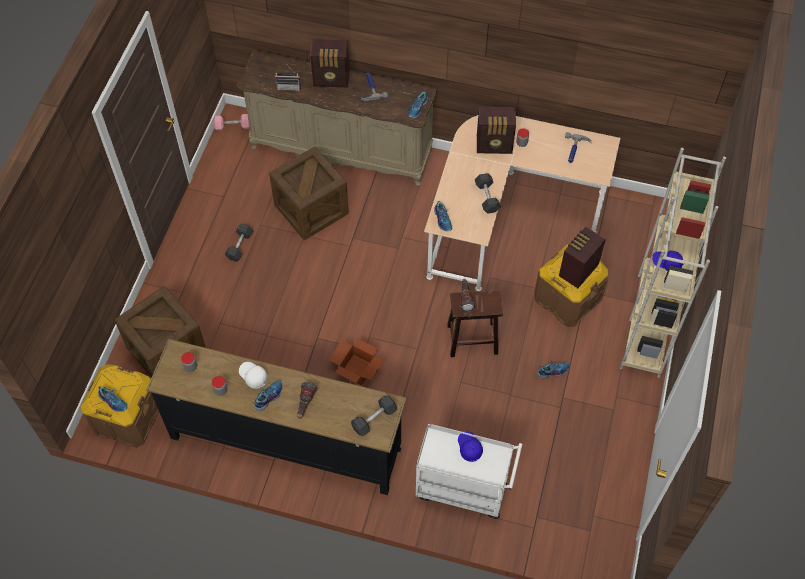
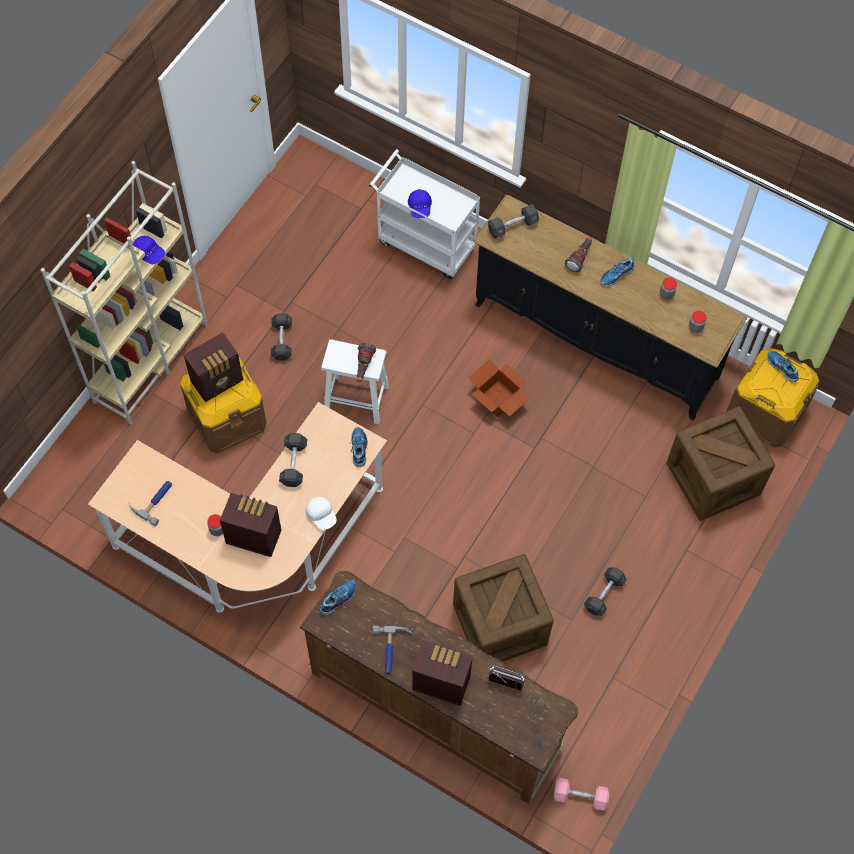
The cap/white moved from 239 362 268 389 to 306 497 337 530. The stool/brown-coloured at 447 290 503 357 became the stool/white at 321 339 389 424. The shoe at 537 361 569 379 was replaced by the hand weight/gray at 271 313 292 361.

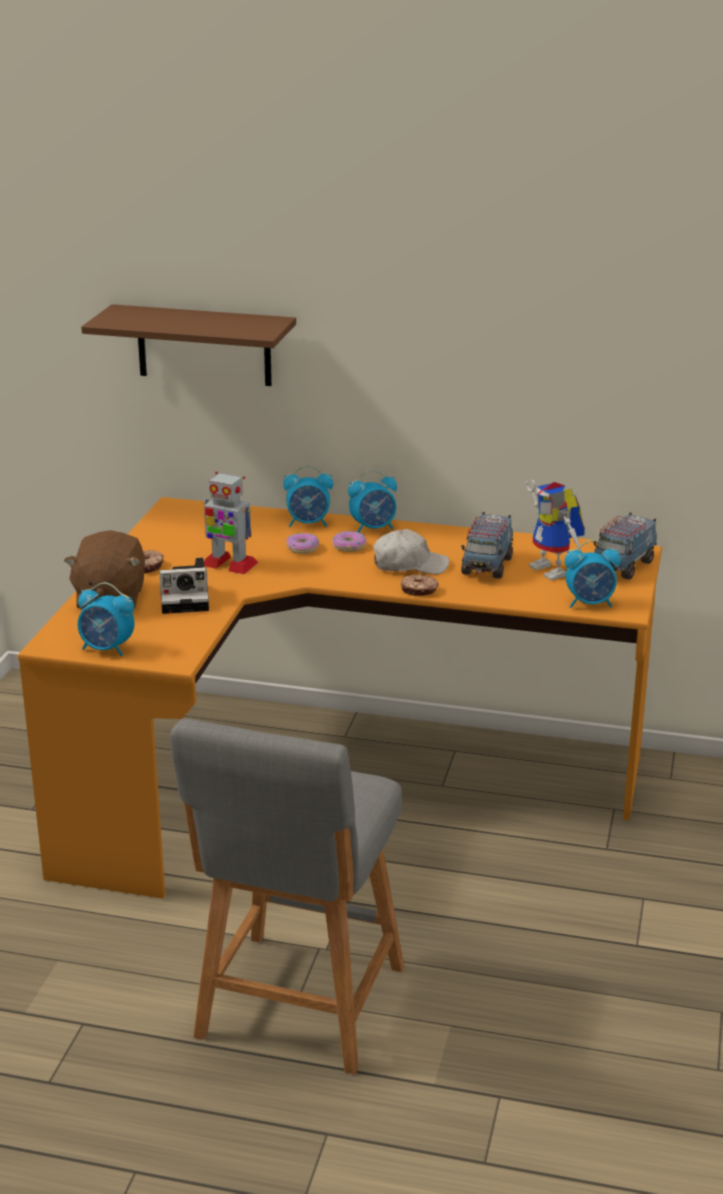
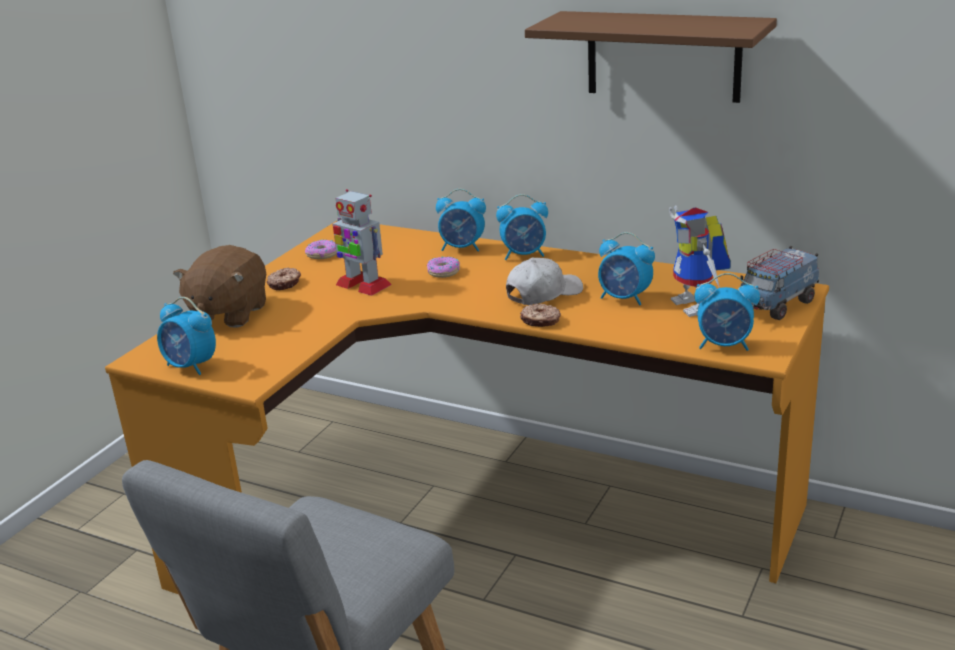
The bracket shelf/brown-coloured moved from 81 304 296 386 to 525 11 777 103. The photo camera at 159 557 209 614 disappeared. The doughnut moved from 332 531 367 552 to 305 240 336 259. The cap/white at 373 529 449 574 turned 45 degrees counterclockwise. The toy lorry at 461 512 513 579 was replaced by the alarm clock at 598 232 655 305.

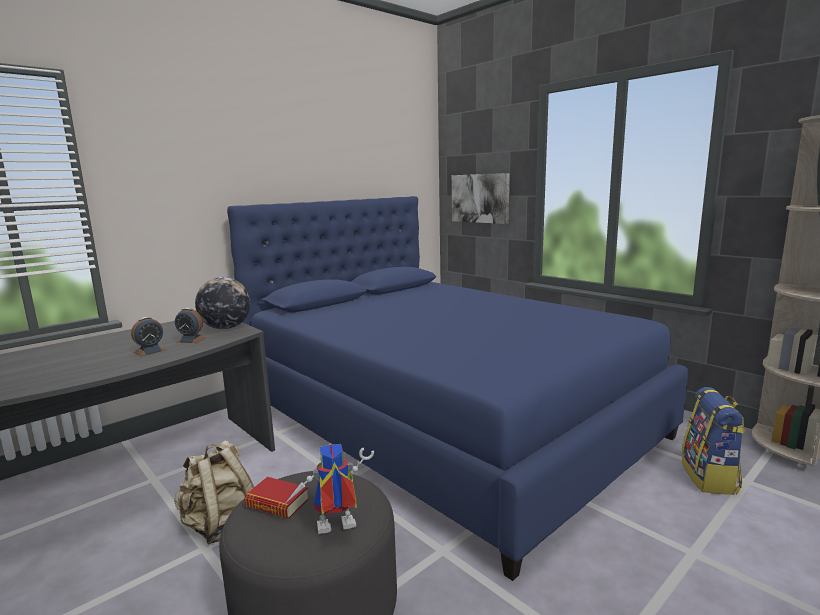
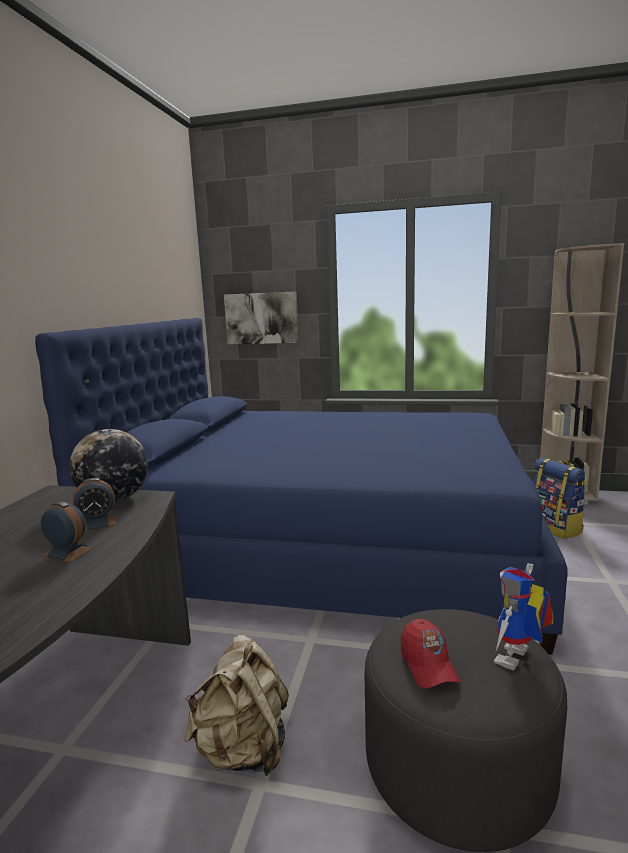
The alarm clock at 131 317 166 356 turned 75 degrees counterclockwise. The book at 244 477 309 519 was replaced by the cap/reddish at 401 619 460 688.

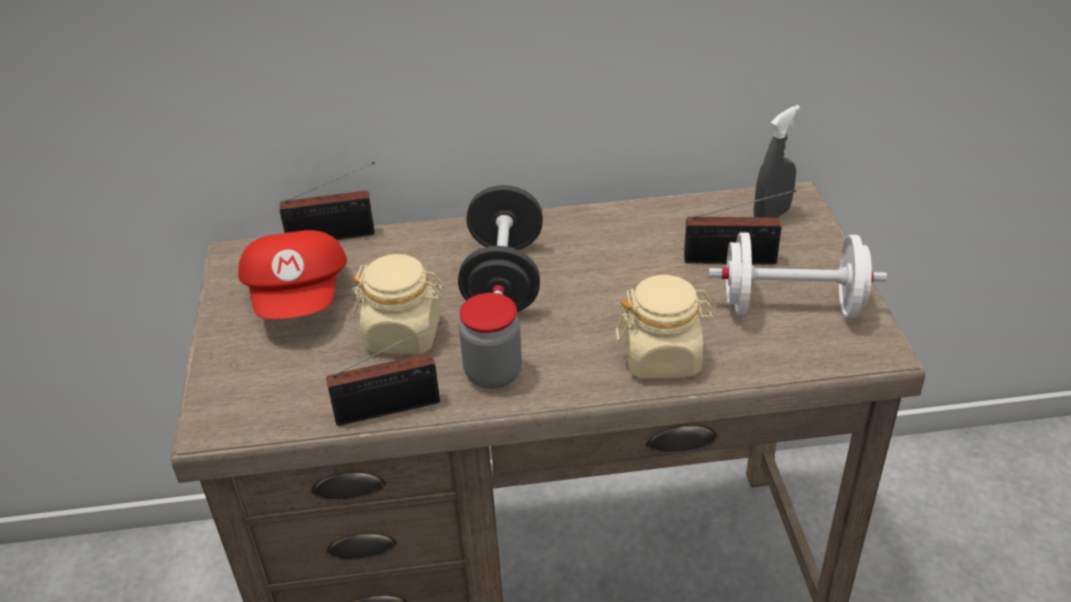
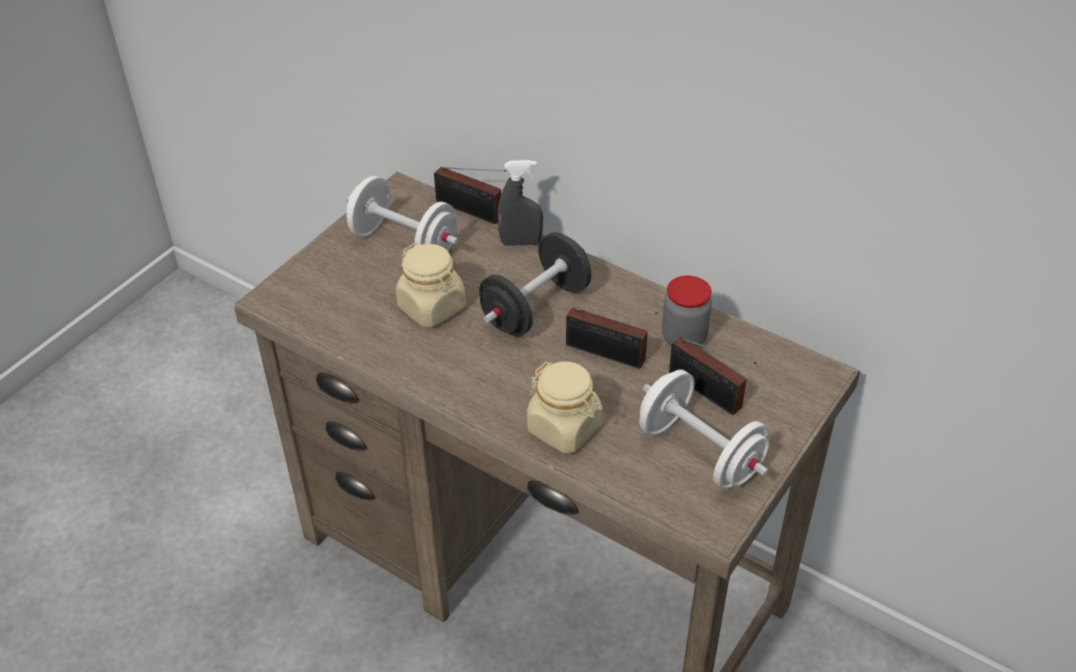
The cap/reddish at 238 230 347 319 was replaced by the hand weight/white at 346 176 459 251. The radio receiver moved from 326 321 442 426 to 566 308 658 369. The storage jar moved from 459 293 522 389 to 662 276 712 347. The spray bottle/gray moved from 754 105 800 218 to 497 160 543 246.

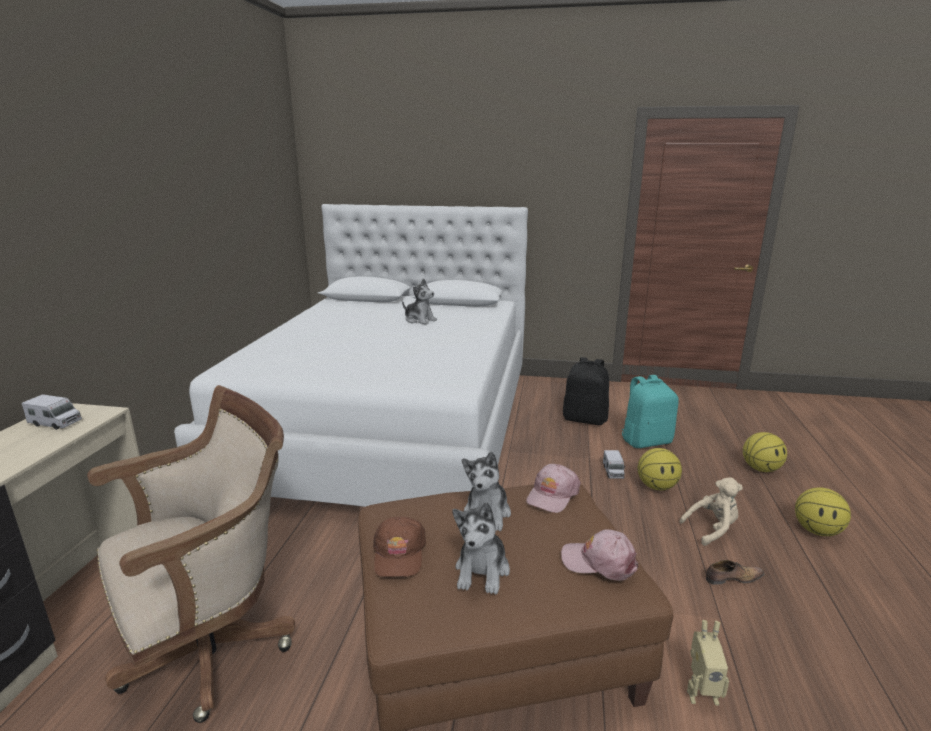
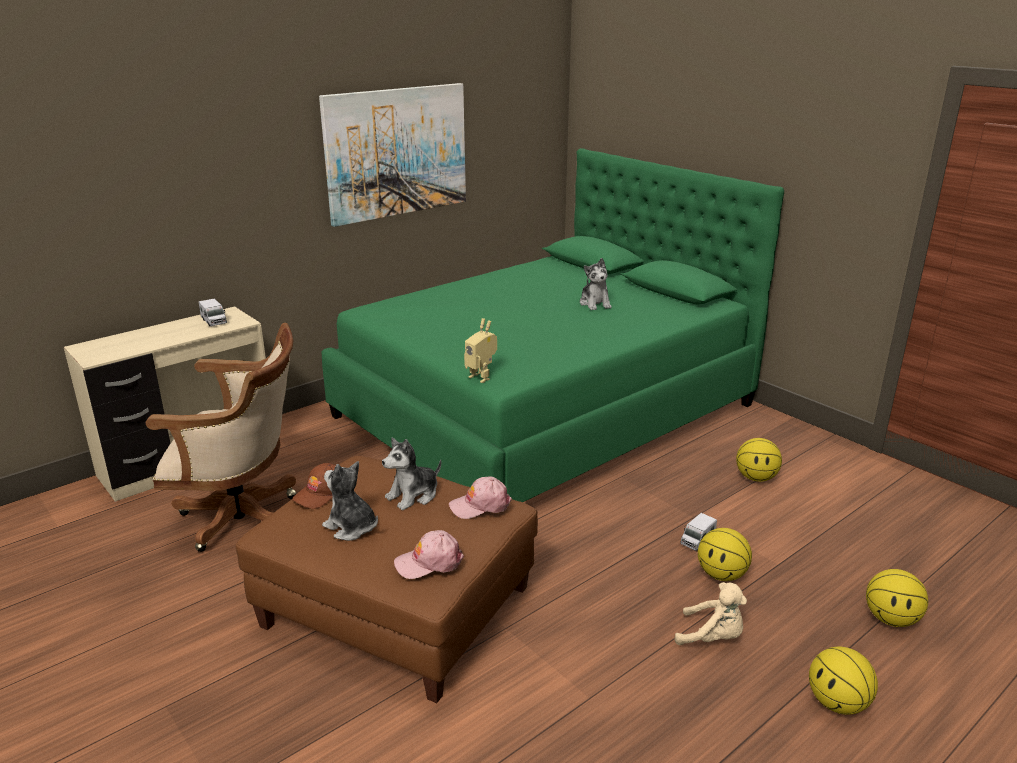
The sleeping bed/white at 174 204 528 507 became the sleeping bed/green-coloured at 322 148 784 502. The plush toy at 452 502 510 594 turned 75 degrees clockwise. The cap/pinkish at 561 529 638 581 turned 75 degrees counterclockwise. The rucksack/blackish at 563 357 609 425 was replaced by the basketball at 736 438 782 482. The rucksack/turquoise at 622 375 679 448 disappeared. The robot figure moved from 687 620 729 705 to 464 318 497 383. The shoe at 706 560 764 585 disappeared. The wall art at 319 83 466 227 appeared.

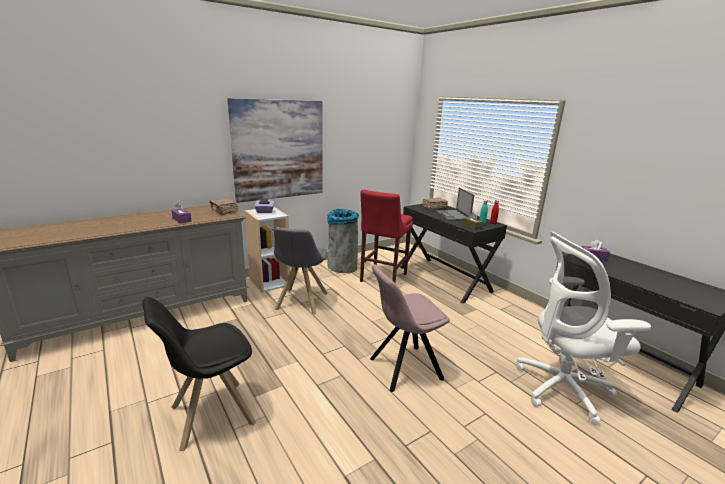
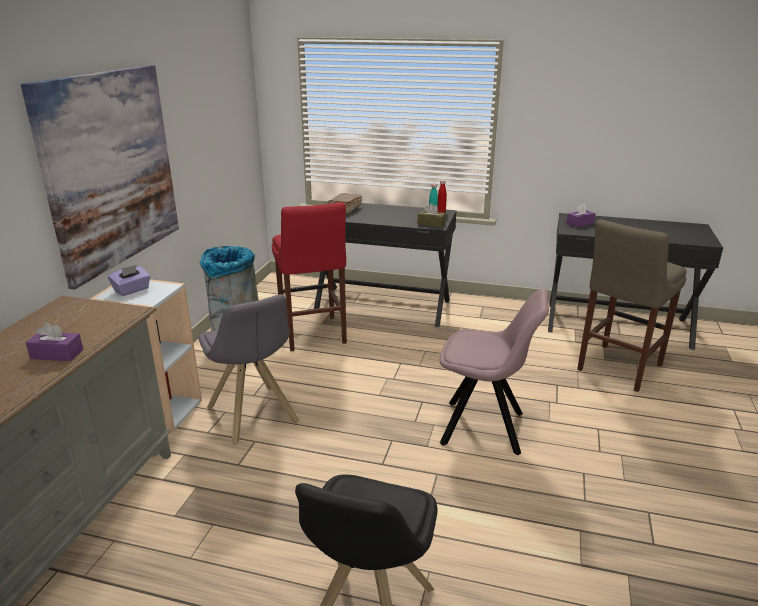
The book/brown-coloured at 209 198 239 215 disappeared. The upright chair/pinkish at 370 264 450 392 turned 105 degrees counterclockwise. The notebook computer at 436 188 474 221 disappeared. The desk chair/white at 516 232 651 426 was replaced by the stool/sand-coloured at 577 220 687 392.

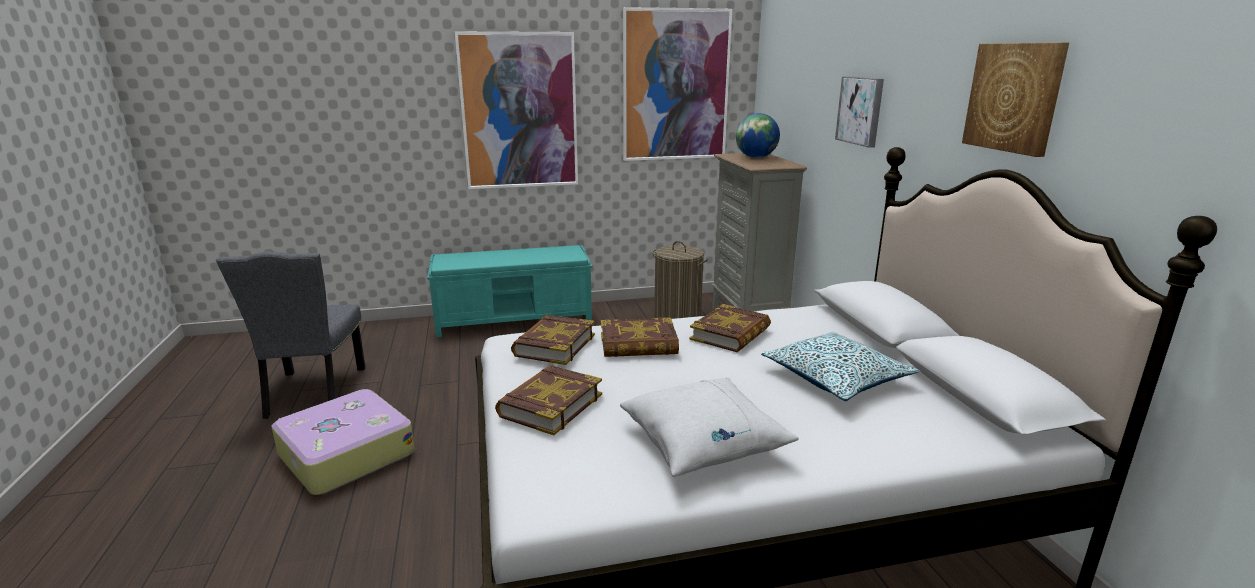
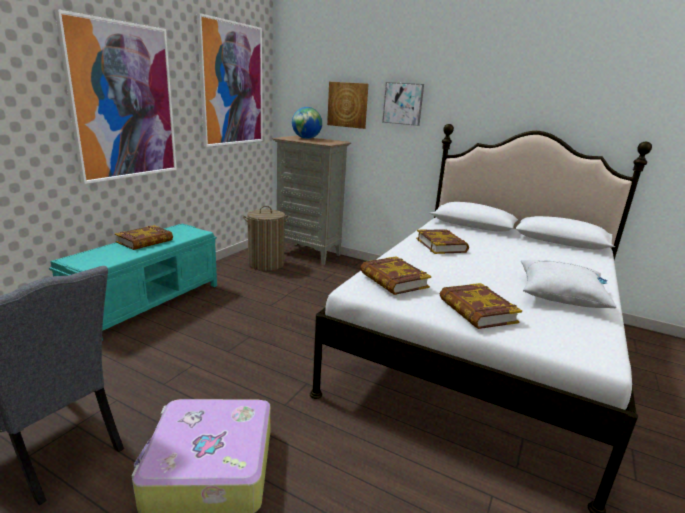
The book moved from 601 317 679 357 to 115 225 173 250. The pillow at 761 332 920 401 disappeared. The wall art moved from 962 42 1069 157 to 327 82 369 129.

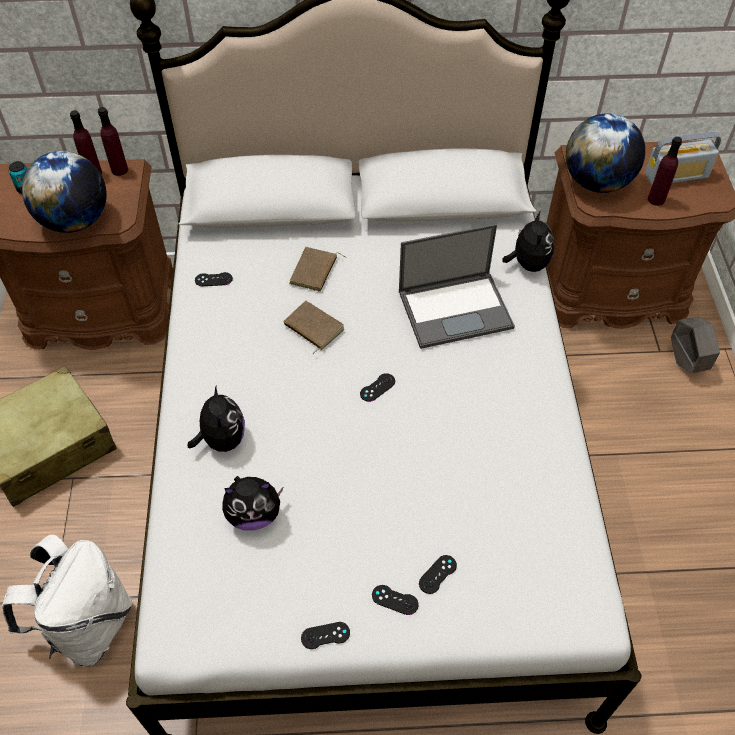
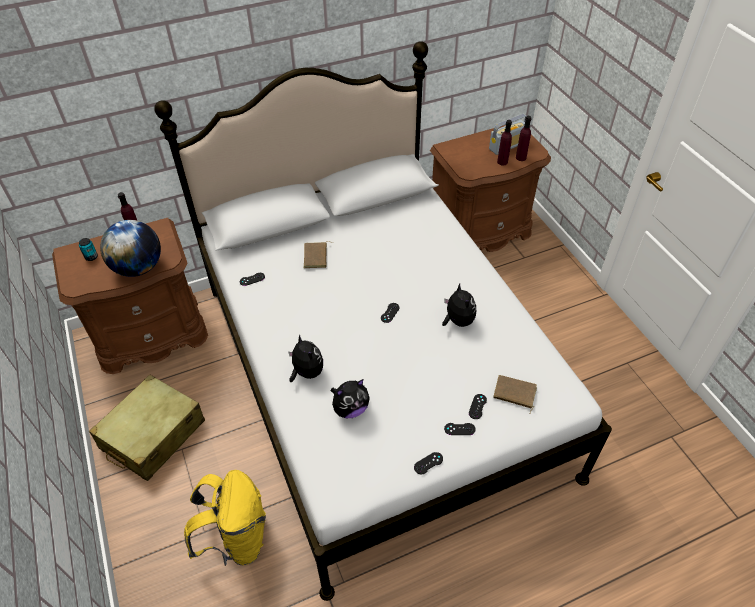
The rucksack/white at 2 534 132 667 became the rucksack/yellow-coloured at 184 470 266 566. The beverage bottle/purplish moved from 98 107 128 176 to 516 116 532 161. The book/brown-coloured moved from 284 301 345 354 to 493 375 537 413. The notebook computer at 399 224 515 349 disappeared. The plush toy moved from 502 210 555 272 to 442 284 476 327. The globe at 566 113 646 193 disappeared. The planter/gray at 671 316 720 373 disappeared.

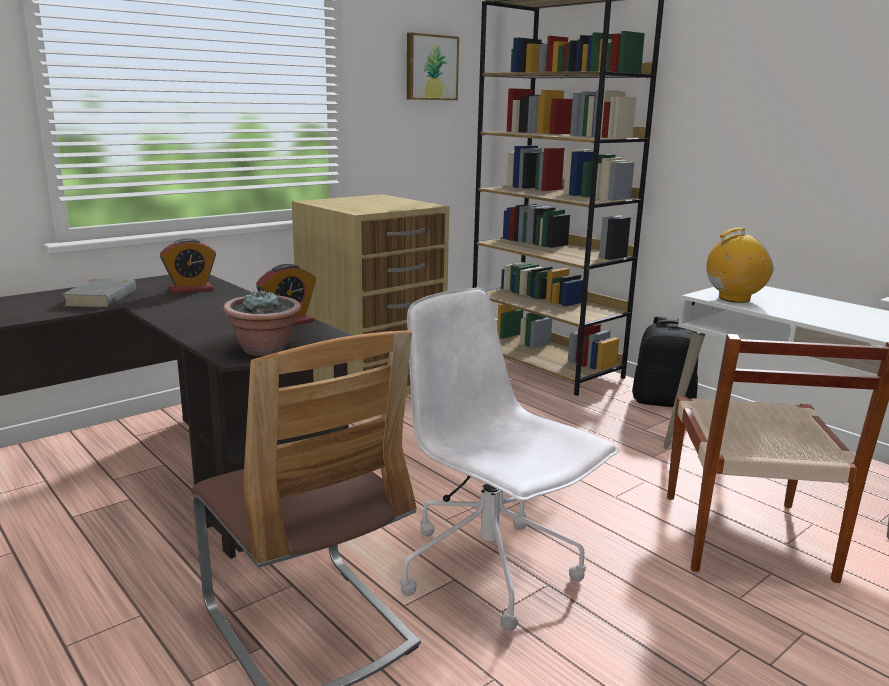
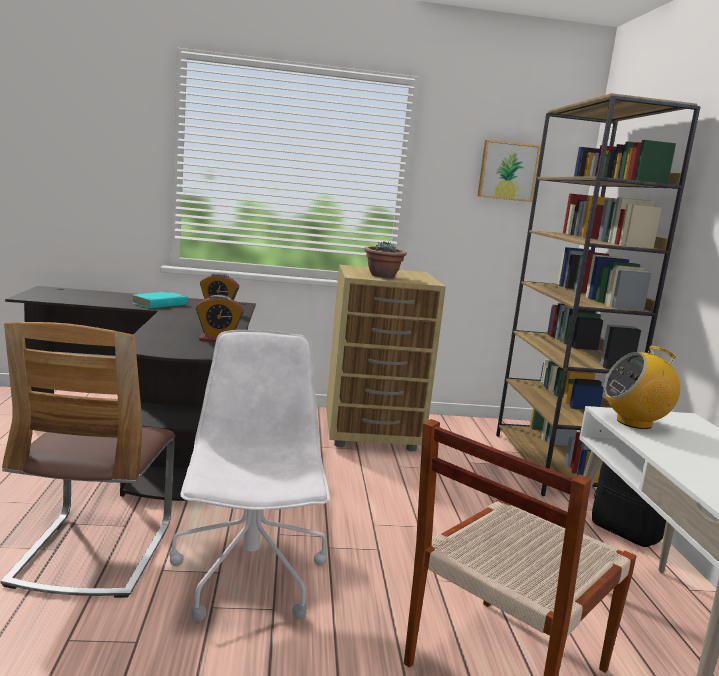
The book/gray at 61 279 136 307 became the book/turquoise at 132 292 188 308. The plant in a pot moved from 223 289 301 356 to 364 241 407 278. The radio receiver at 706 228 774 303 turned 150 degrees clockwise.

